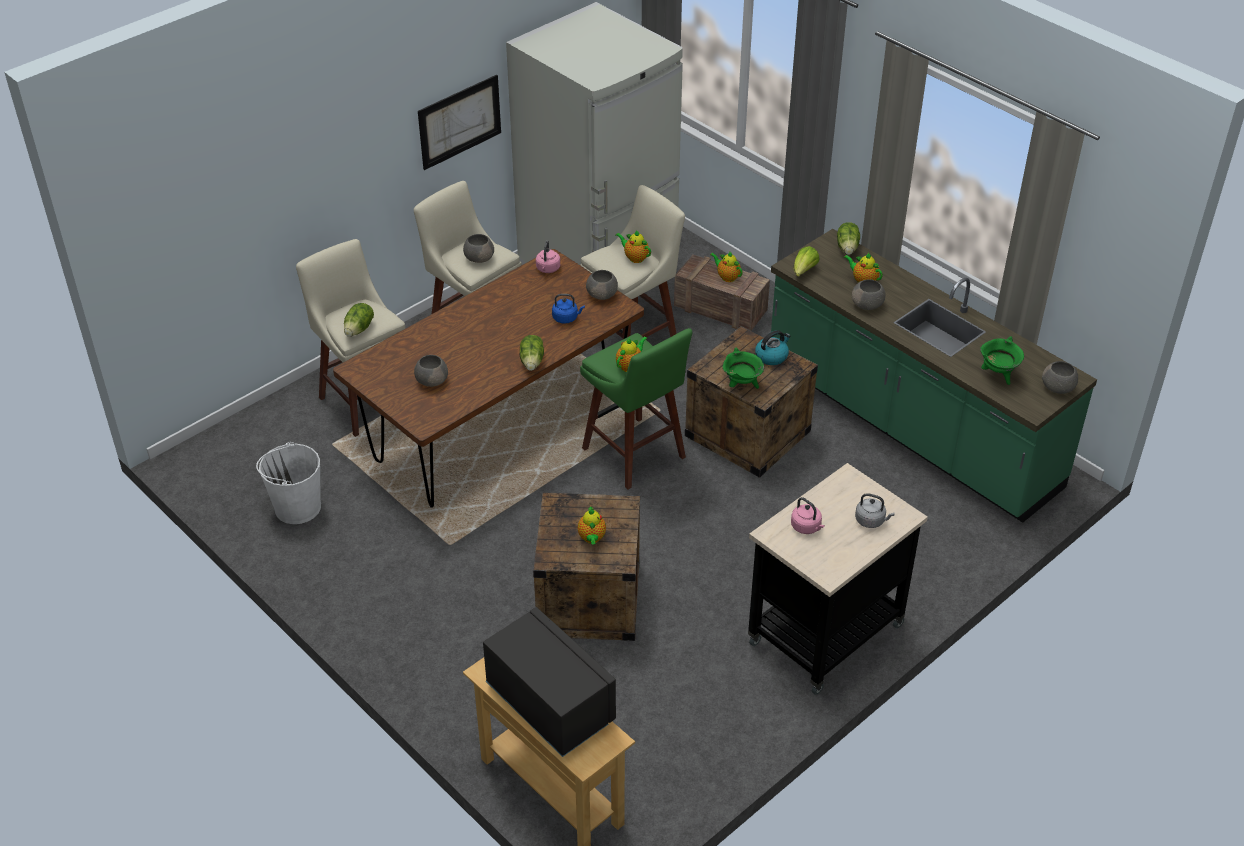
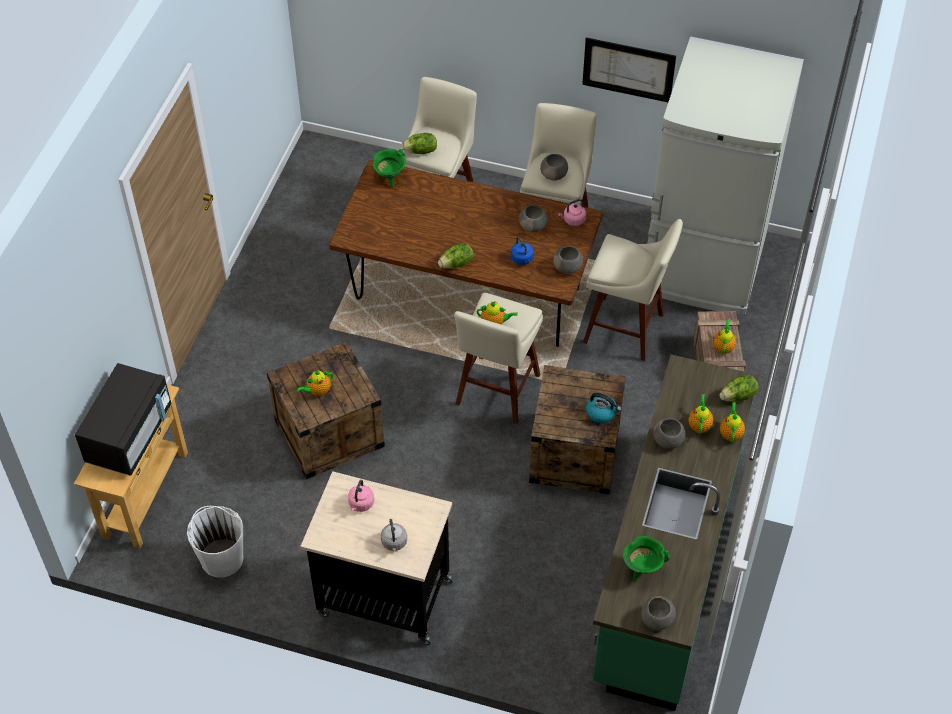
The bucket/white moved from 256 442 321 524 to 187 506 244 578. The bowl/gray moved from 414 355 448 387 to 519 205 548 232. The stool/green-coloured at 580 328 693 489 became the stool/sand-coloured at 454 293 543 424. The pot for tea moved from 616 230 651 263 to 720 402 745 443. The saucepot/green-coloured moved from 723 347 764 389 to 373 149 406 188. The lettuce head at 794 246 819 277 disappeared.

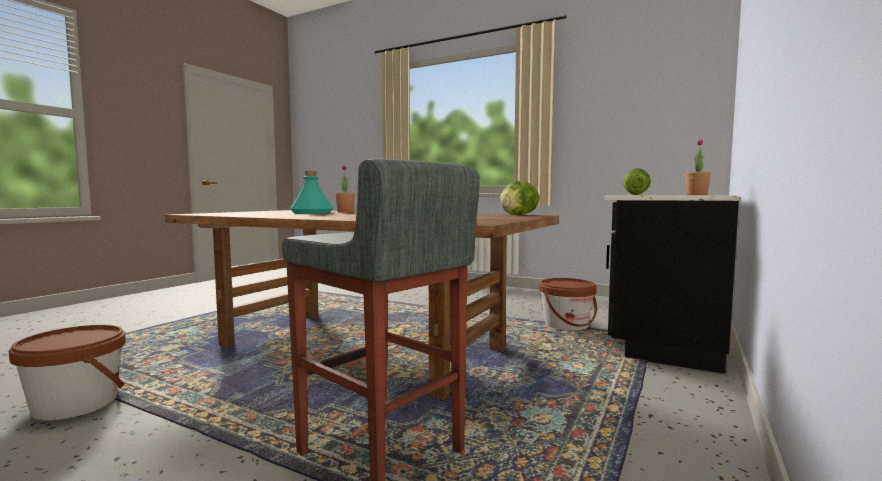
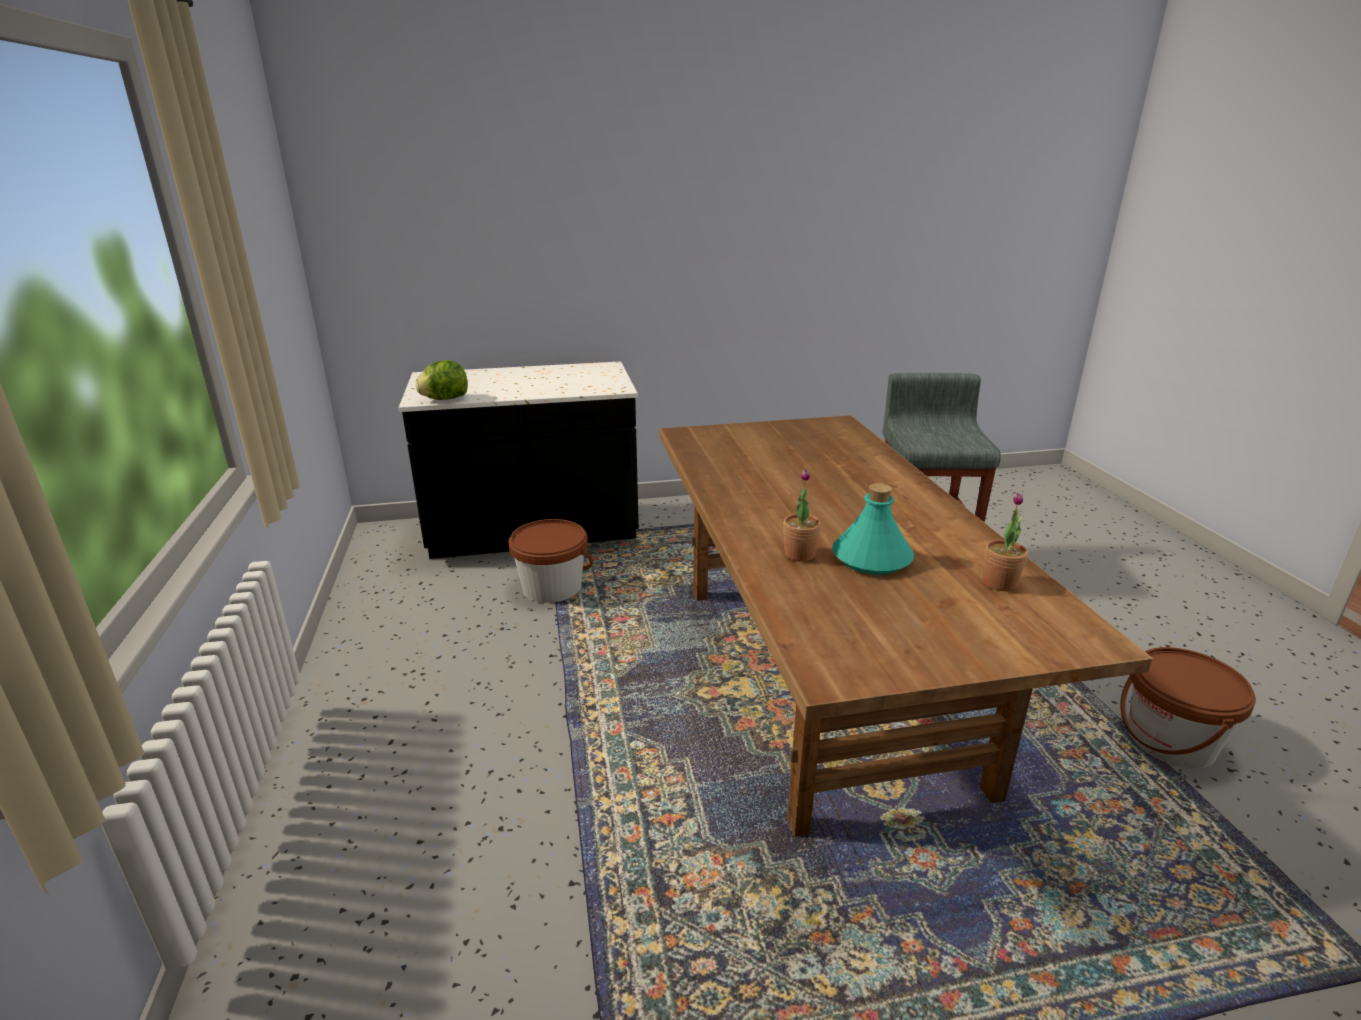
The lettuce head at 500 181 540 215 disappeared. The plant in a pot moved from 685 139 711 195 to 983 493 1028 591.

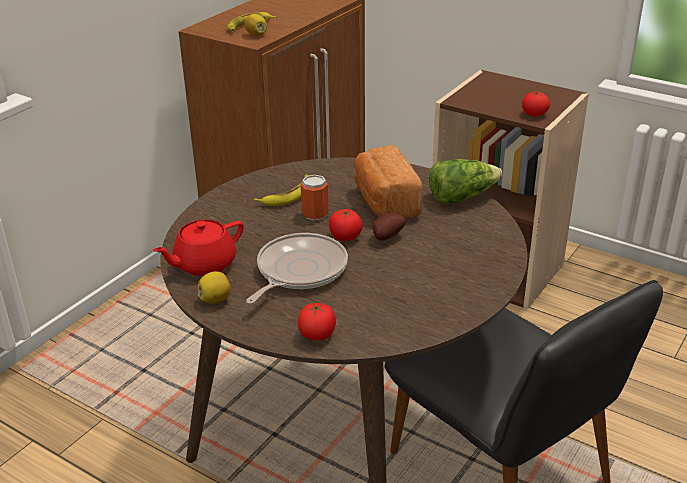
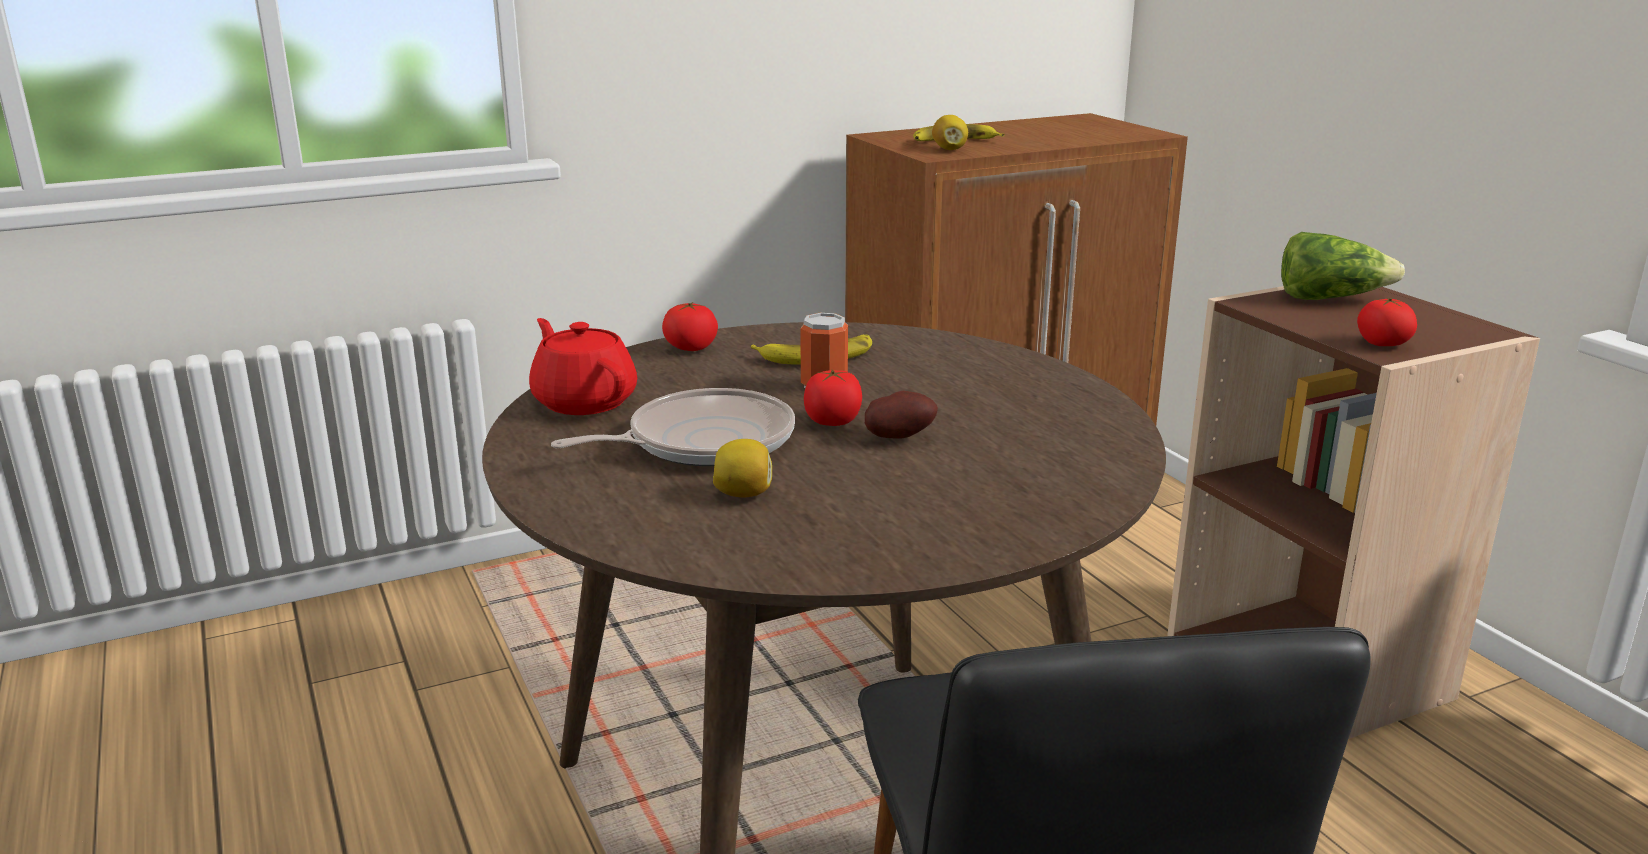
The pot for tea/reddish at 153 220 244 276 turned 60 degrees clockwise. The citrus fruit moved from 198 271 231 303 to 713 439 772 498. The whole tomato moved from 298 302 336 341 to 662 302 718 351. The baked bread at 354 145 423 218 disappeared. The lettuce head moved from 429 159 502 204 to 1281 232 1405 300.

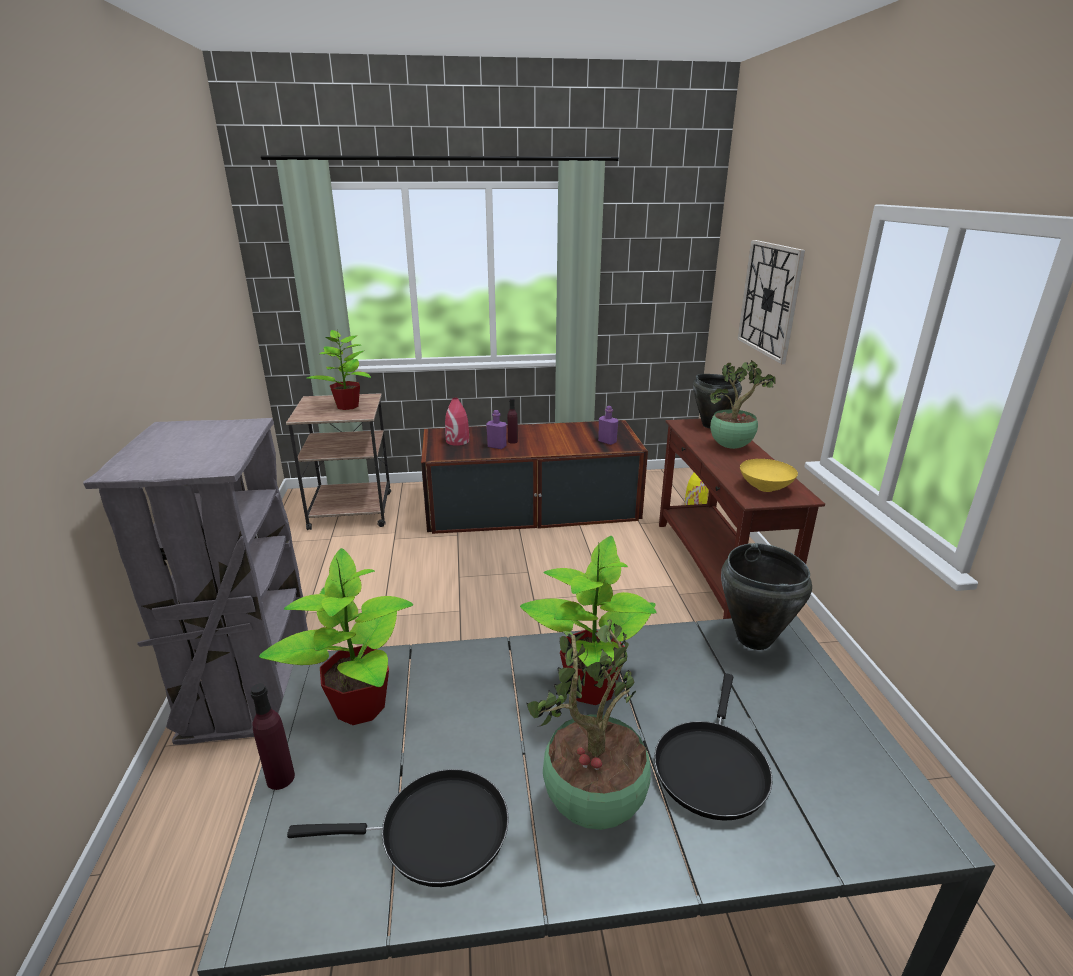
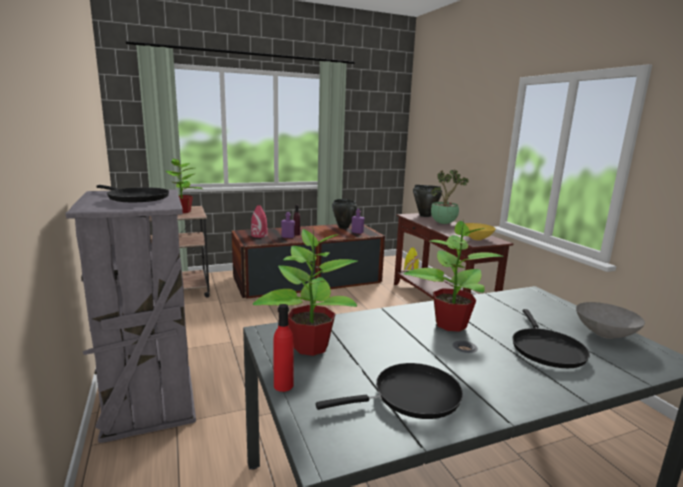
The beverage bottle/purplish at 250 683 295 790 became the beverage bottle/reddish at 273 304 293 392. The plant in a pot at 527 620 651 830 disappeared. The saucepot/blackish moved from 721 543 812 650 to 332 199 357 229. The hanging clock at 737 240 805 364 disappeared. The skillet/blackish at 96 185 169 202 appeared. The bowl/gray at 576 302 645 339 appeared.

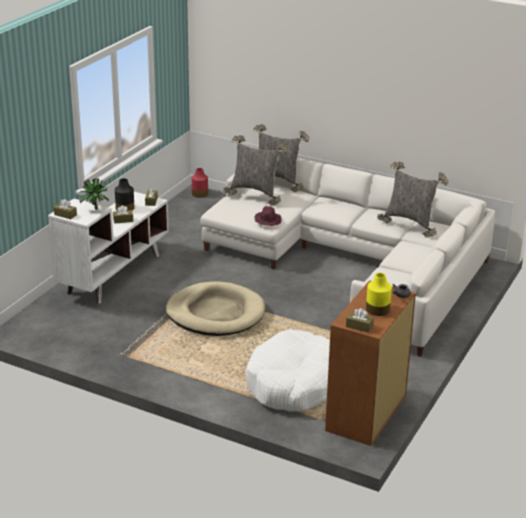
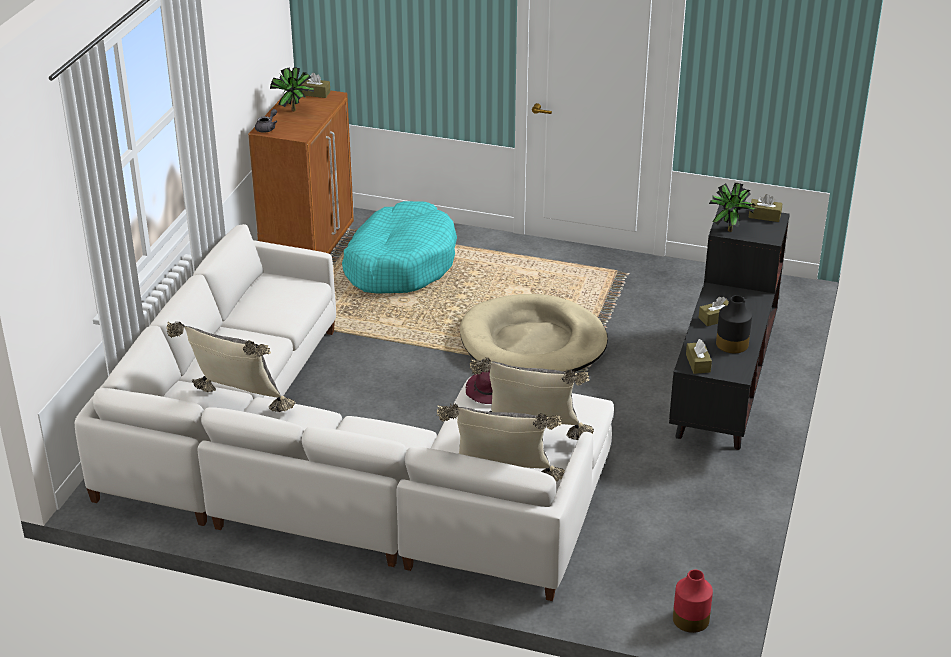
The tv unit/white at 48 192 169 304 became the tv unit/blackish at 669 205 790 450. The pet bed/white at 246 329 330 412 became the pet bed/turquoise at 342 201 457 293. The flower vase/yellow-coloured at 366 273 392 316 was replaced by the plant in a pot at 270 67 314 111.

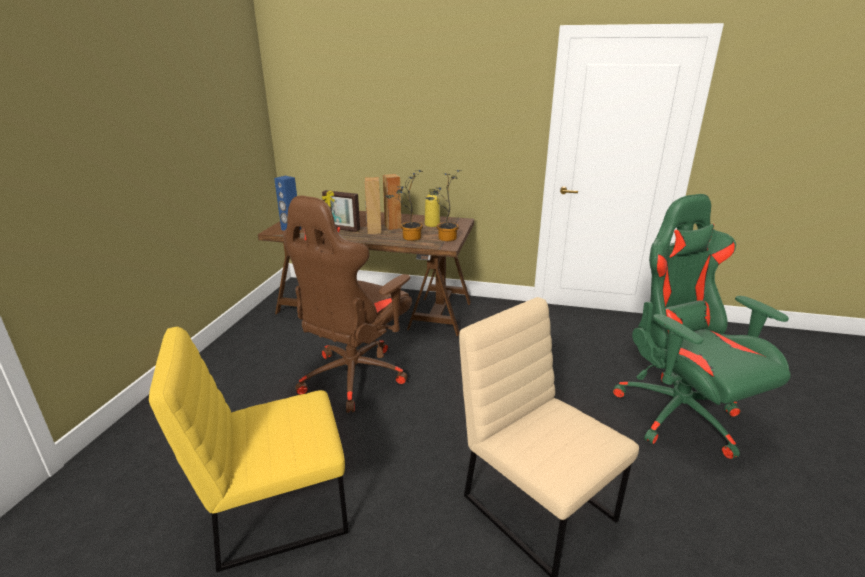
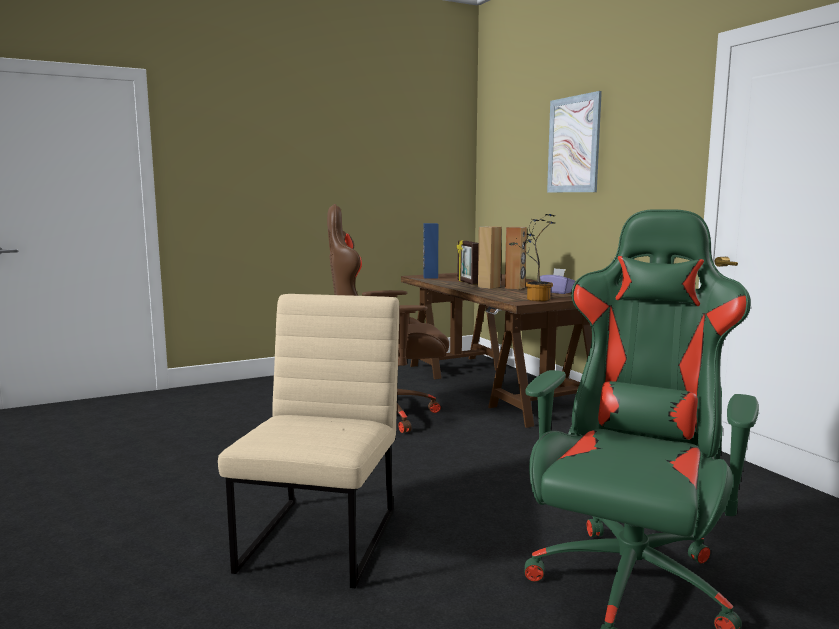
The upright chair/yellow-coloured at 149 326 349 572 disappeared. The plant in a pot at 386 170 424 241 disappeared. The beverage bottle/yellow-coloured at 425 189 440 227 was replaced by the box of tissues/purplish at 540 268 575 294. The wall art at 547 91 602 192 appeared.

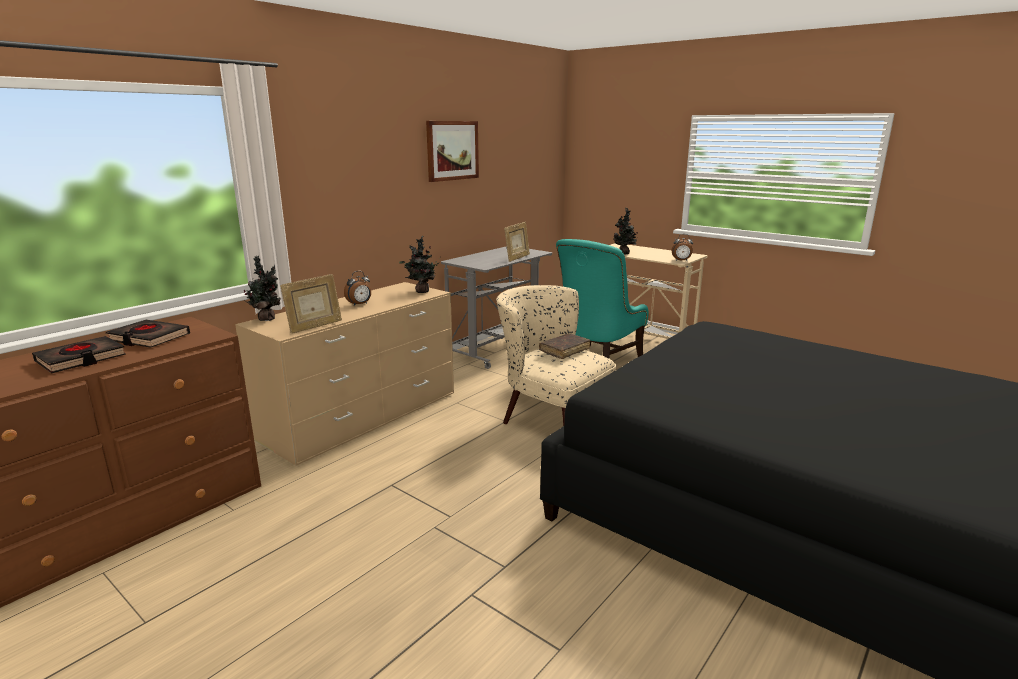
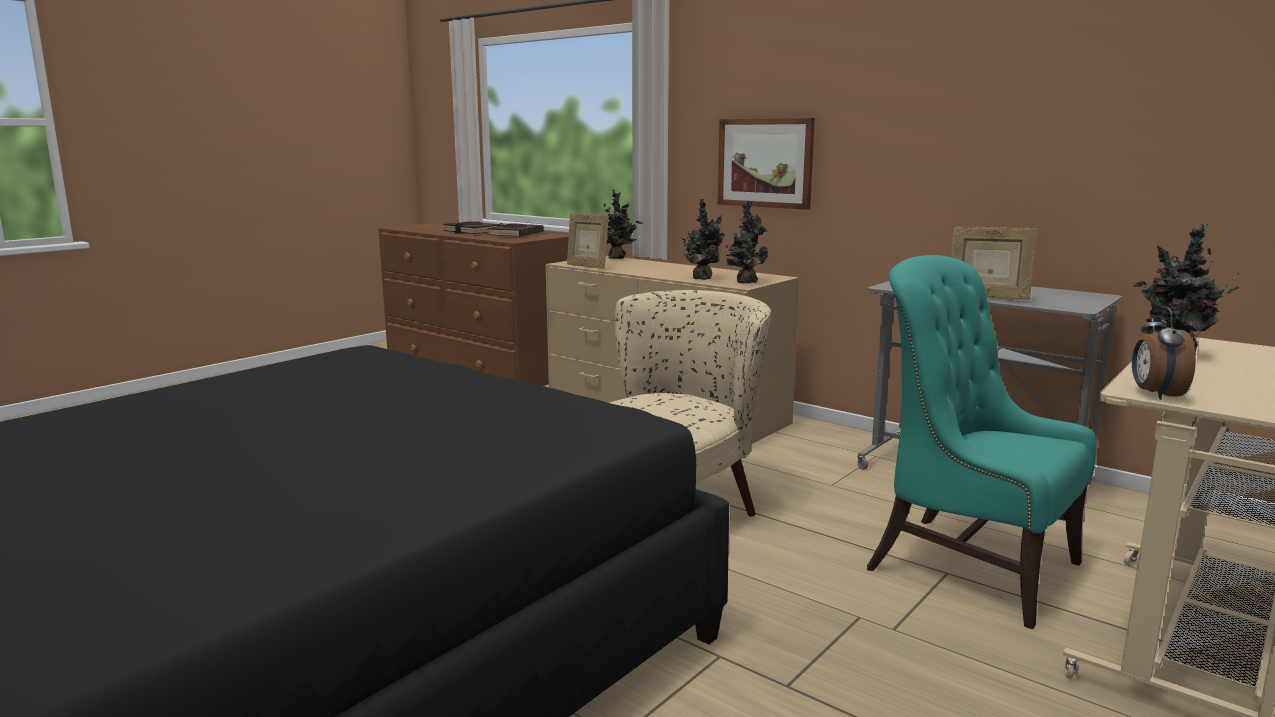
The alarm clock at 344 271 371 306 disappeared. The wall art moved from 426 121 479 182 to 718 118 815 210. The book/brown-coloured at 539 334 590 359 disappeared. The plant in a pot at 681 199 725 280 appeared.

